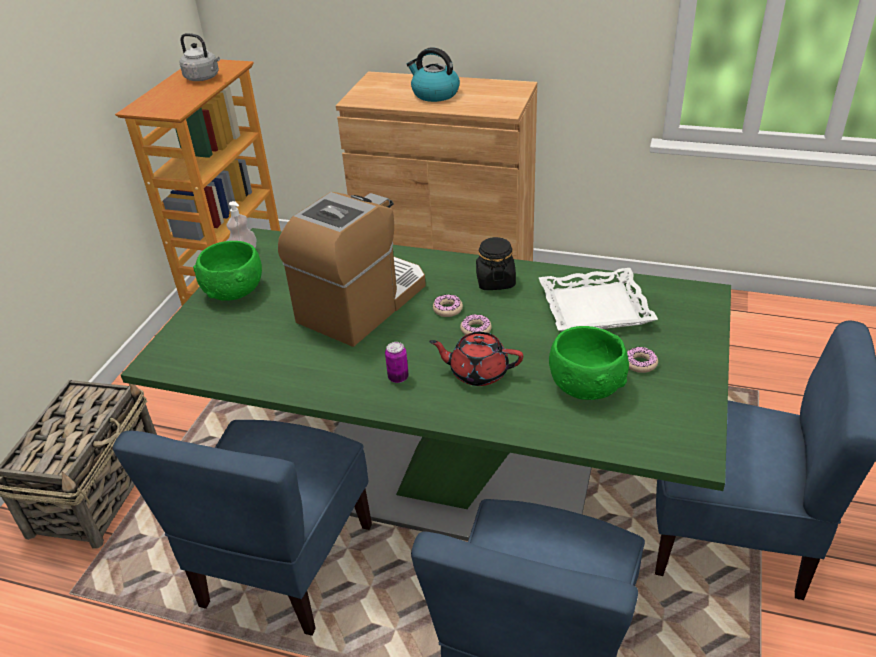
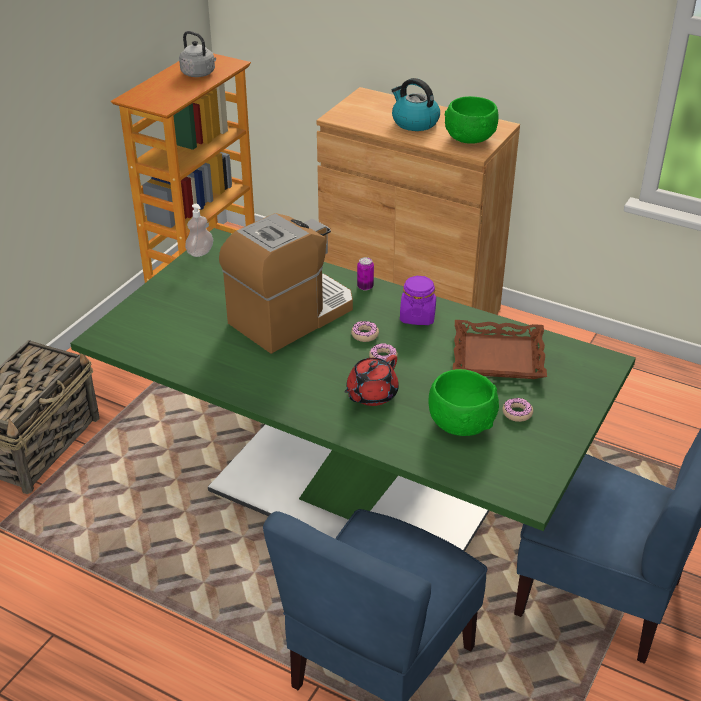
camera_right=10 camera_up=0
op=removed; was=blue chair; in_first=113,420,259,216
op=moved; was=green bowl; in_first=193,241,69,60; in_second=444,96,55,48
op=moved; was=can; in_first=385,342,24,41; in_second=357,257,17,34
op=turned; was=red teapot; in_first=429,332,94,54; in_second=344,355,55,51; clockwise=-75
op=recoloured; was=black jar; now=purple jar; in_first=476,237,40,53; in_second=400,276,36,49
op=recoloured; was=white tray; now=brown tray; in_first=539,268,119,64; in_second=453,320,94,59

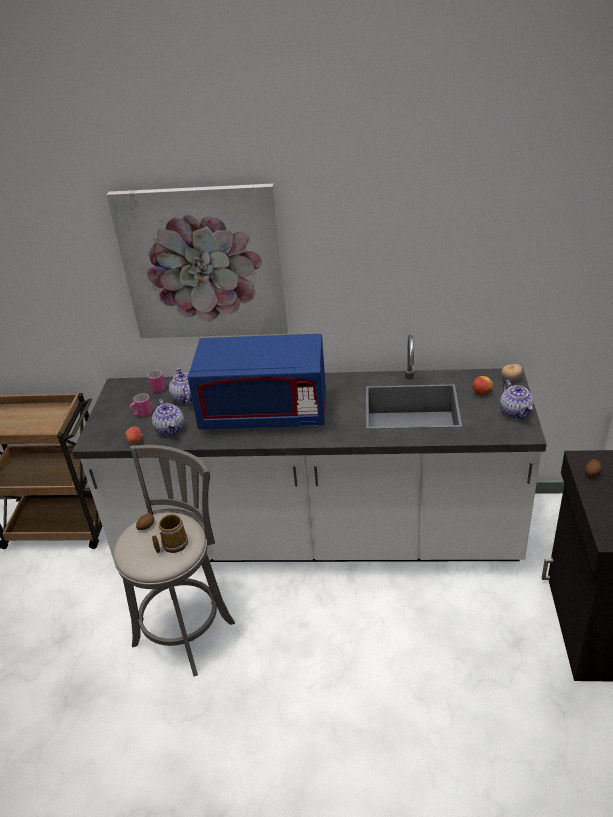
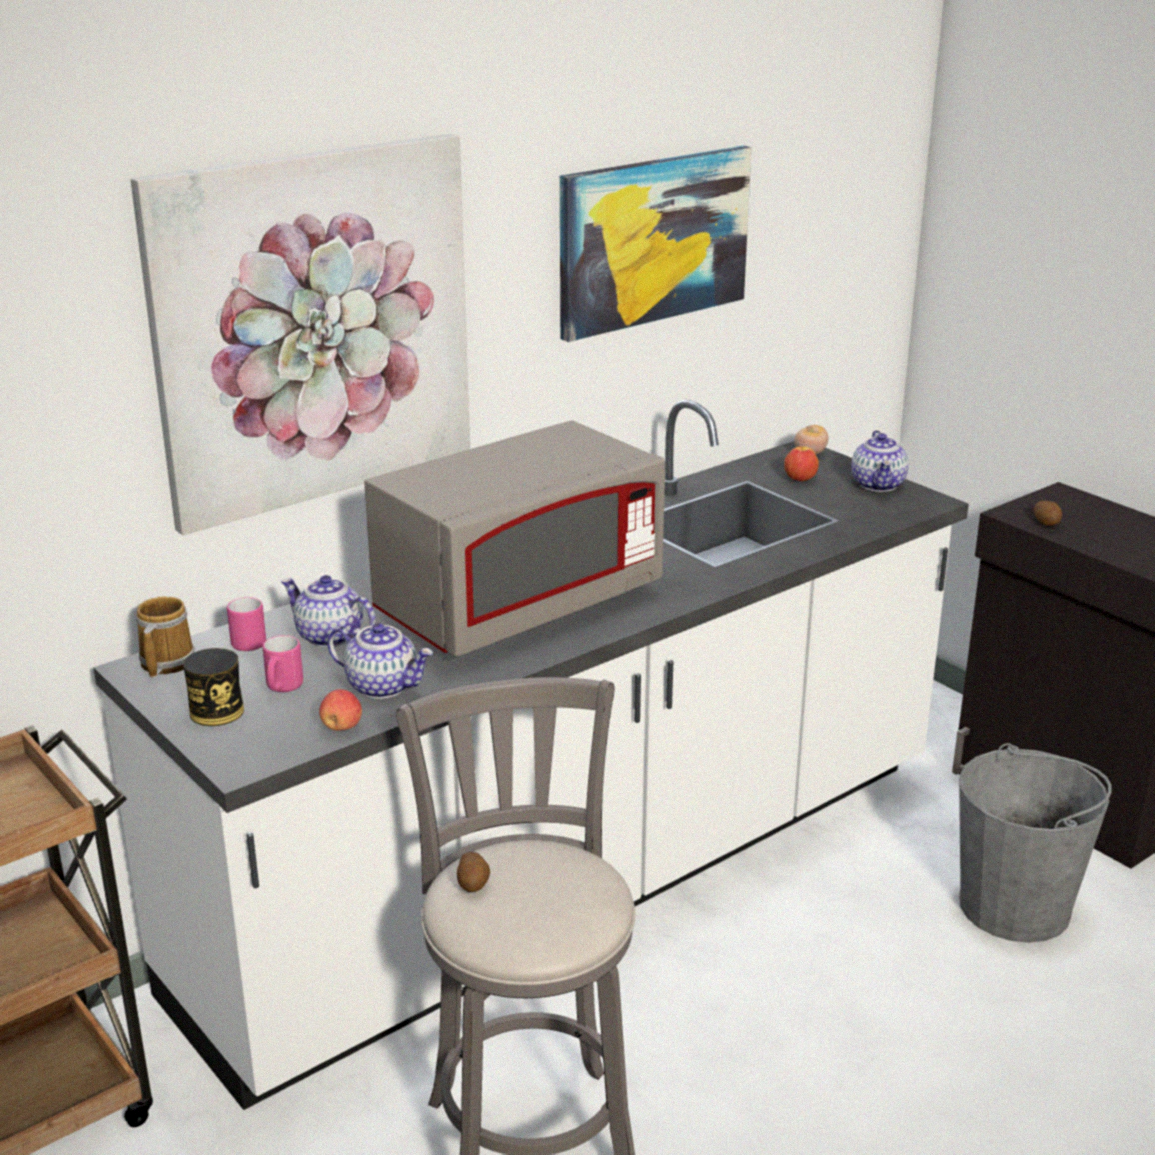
camera_right=-45 camera_up=-10
op=moved; was=mug; in_first=152,514,36,39; in_second=136,596,59,81
op=recoloured; was=blue microwave; now=grey microwave; in_first=188,334,138,96; in_second=364,420,301,237
op=turned; was=teapot; in_first=500,380,34,39; in_second=852,430,56,62; clockwise=60
op=added; now=can; in_second=183,648,61,78
op=added; now=picture; in_second=560,145,191,197
op=added; now=grey bucket; in_second=959,743,153,200

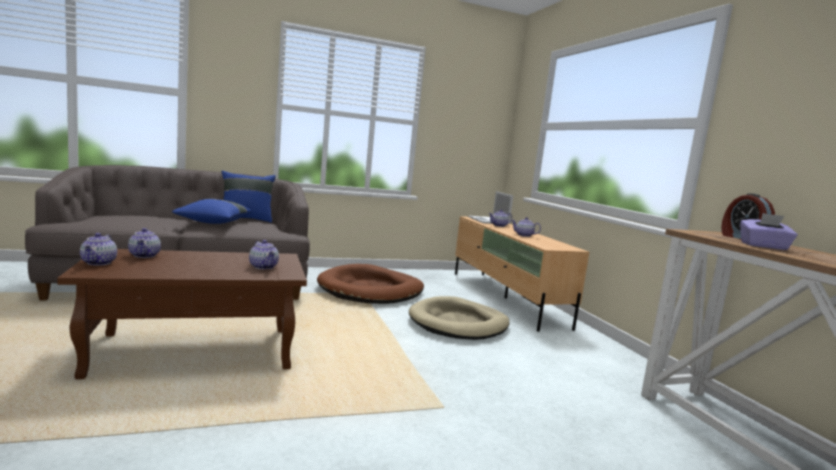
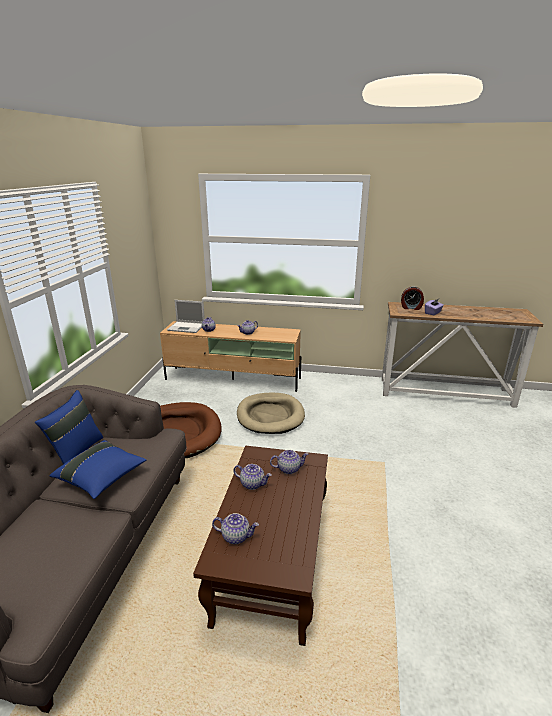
camera_right=-60 camera_up=15
op=moved; was=teapot; in_first=80,233,37,32; in_second=233,464,38,26

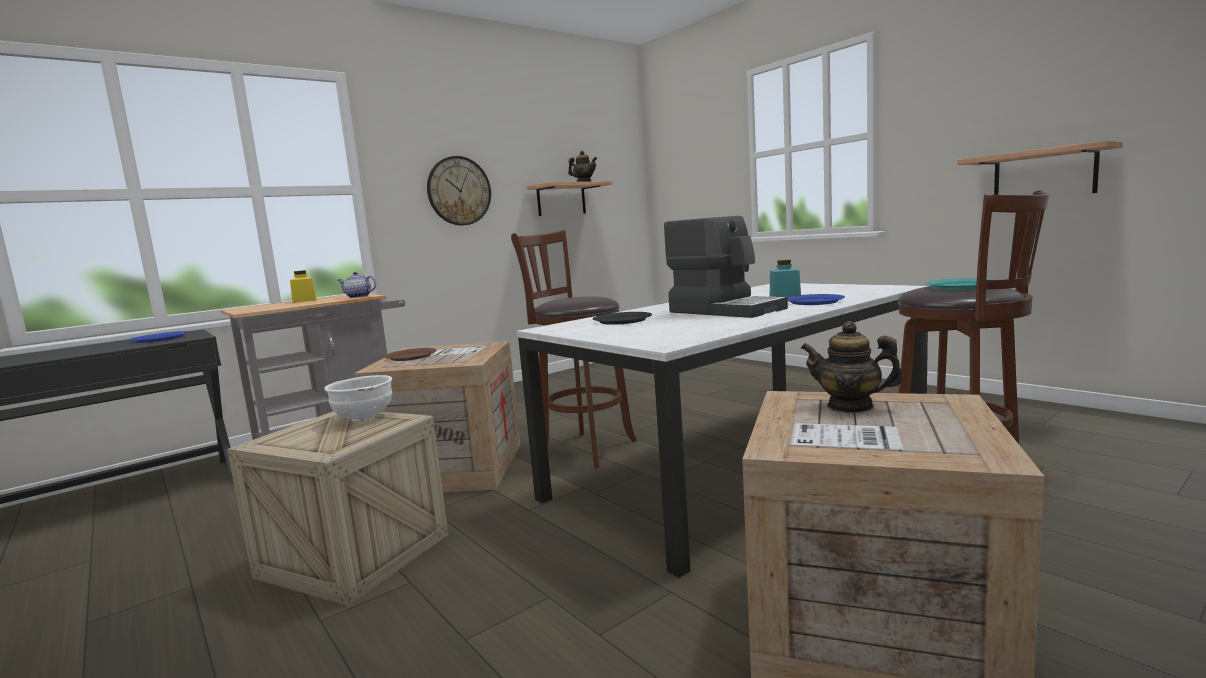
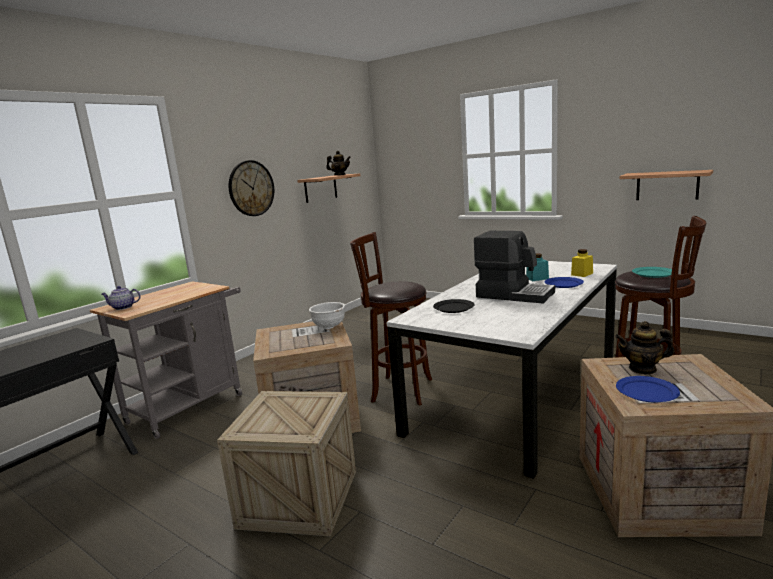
camera_right=-15 camera_up=5
op=moved; was=blue plate; in_first=129,331,60,12; in_second=616,376,64,26
op=moved; was=yellow jar; in_first=290,270,27,33; in_second=571,249,22,28
op=moved; was=white bowl; in_first=324,375,68,47; in_second=309,302,36,27
op=moved; was=teapot; in_first=338,272,38,26; in_second=102,286,39,24
op=removed; was=brown plate; in_first=384,348,53,13

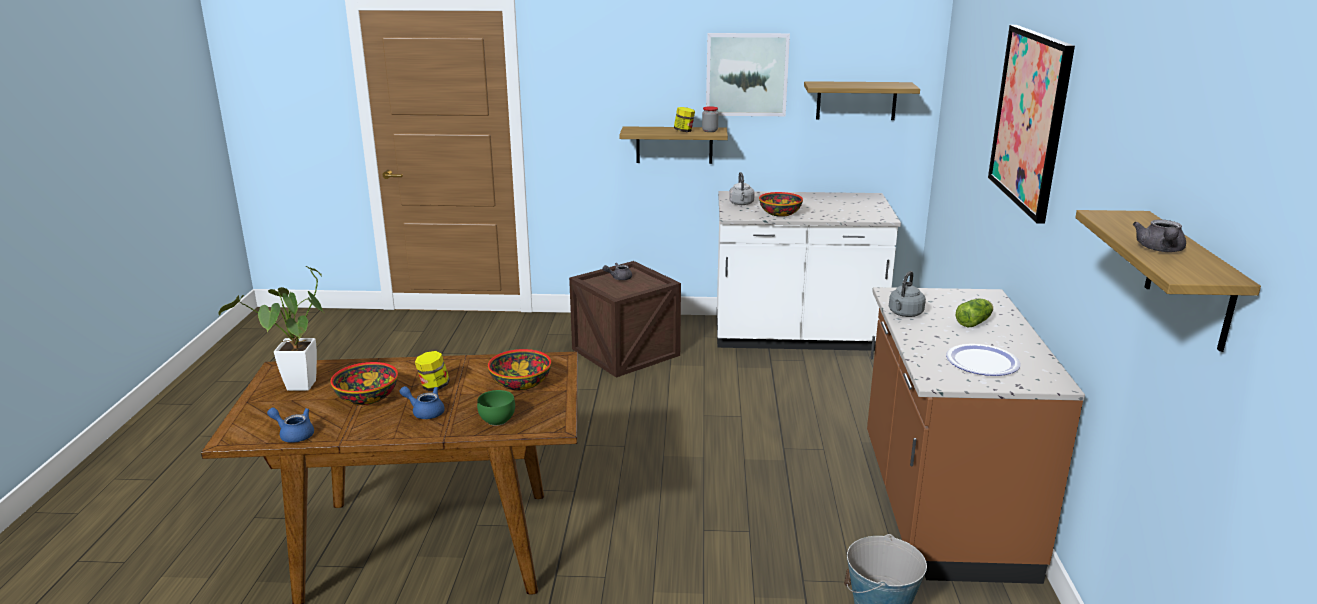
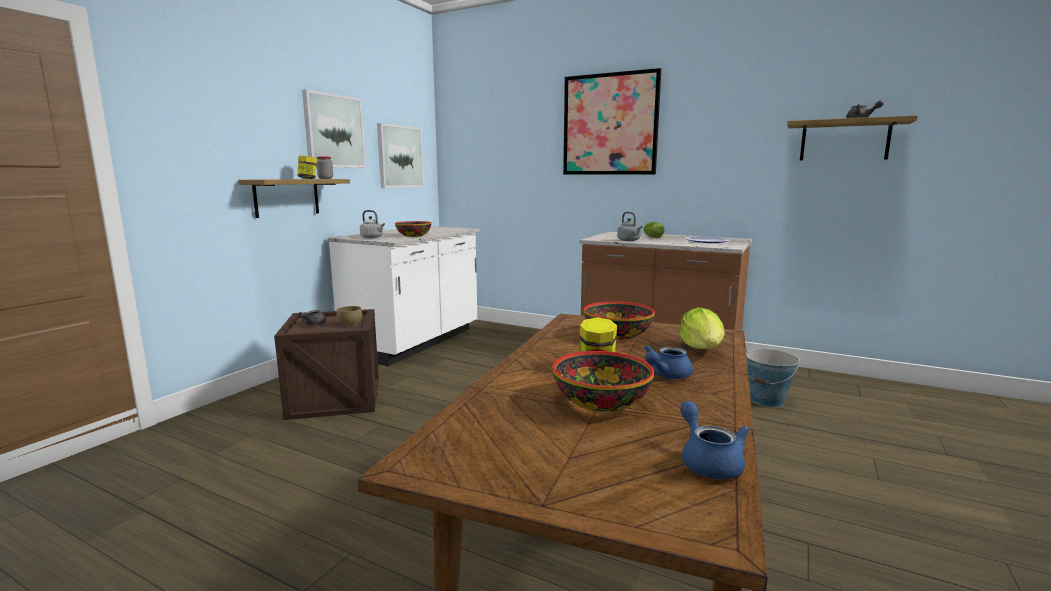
camera_right=-65 camera_up=-10
op=removed; was=potted plant; in_first=218,266,105,125
op=turned; was=blue teapot; in_first=267,408,47,35; in_second=680,401,70,78; clockwise=120
op=replaced; was=green bowl; now=lettuce; in_first=477,390,38,36; in_second=679,307,46,42
op=replaced; was=shelf; now=picture; in_first=804,81,116,39; in_second=377,123,47,65
op=added; now=brown bowl; in_second=336,306,26,20

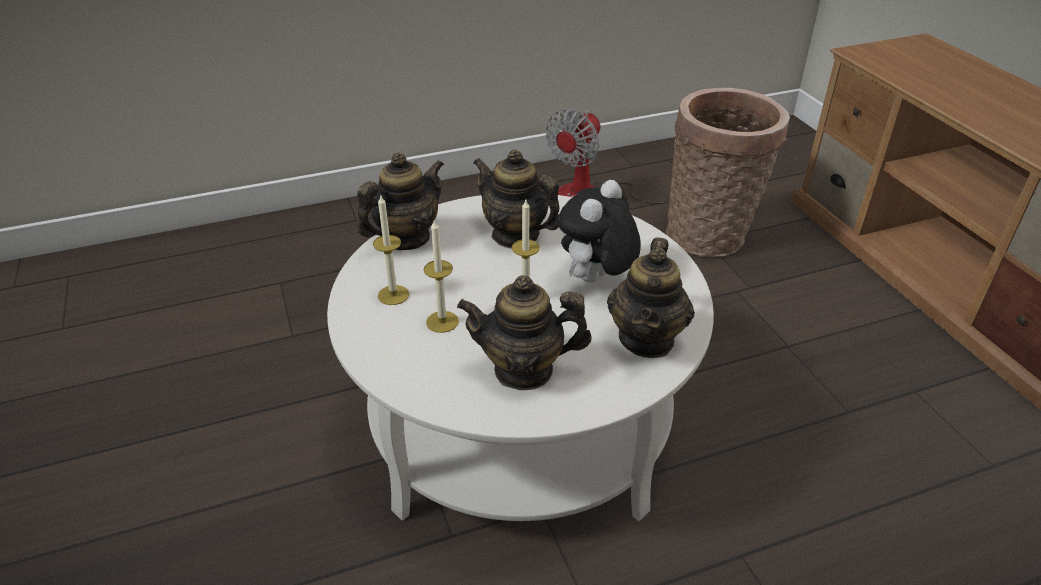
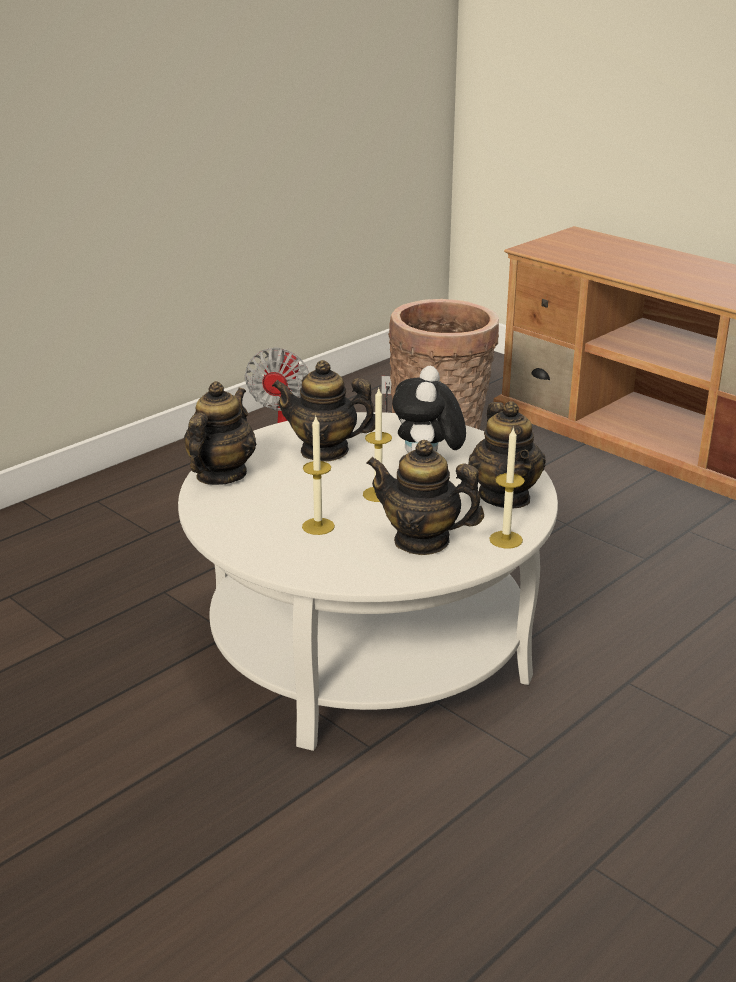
camera_right=-25 camera_up=-10
op=moved; was=candle; in_first=373,196,36,109; in_second=489,427,36,122
op=turned; was=teapot; in_first=457,275,135,115; in_second=366,440,118,115; clockwise=45

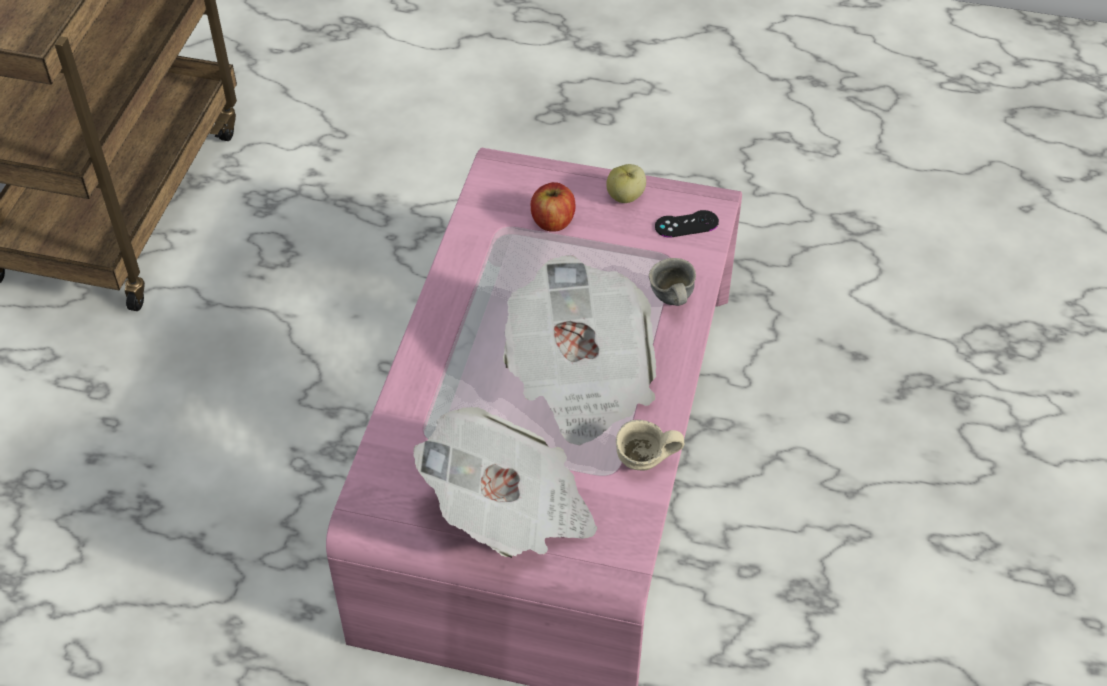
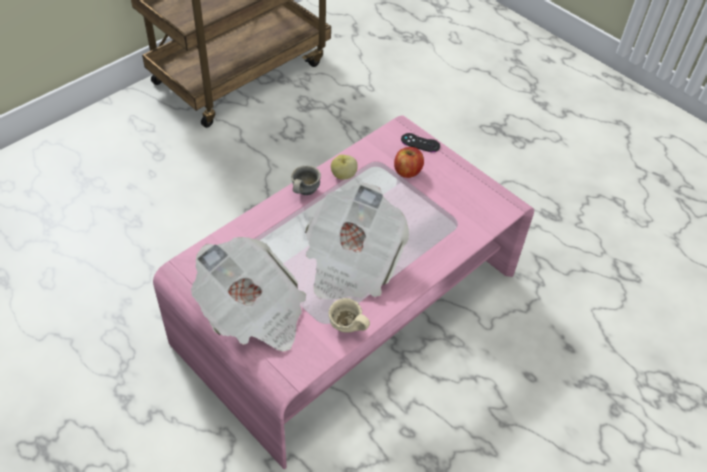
camera_right=30 camera_up=0
op=moved; was=apple; in_first=606,164,40,39; in_second=331,155,27,25
op=moved; was=grey mug; in_first=649,258,47,48; in_second=291,165,30,30
op=moved; was=black game controller; in_first=655,210,64,28; in_second=401,133,39,19

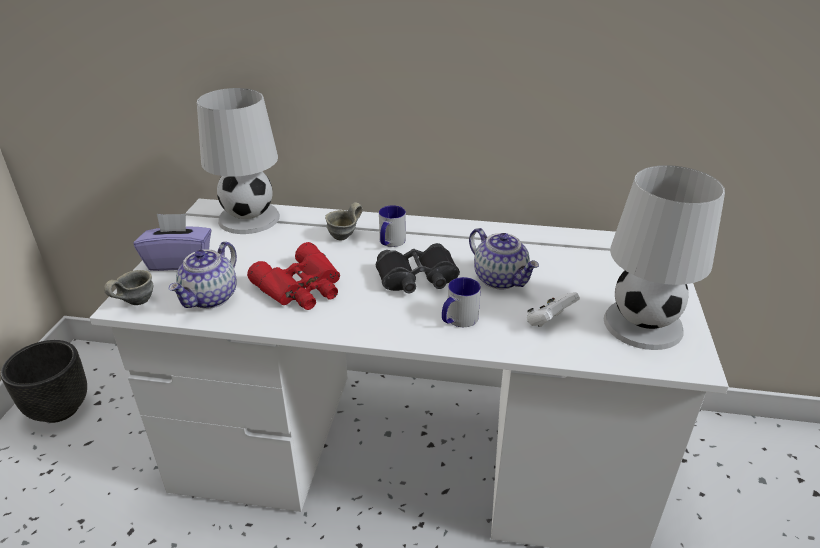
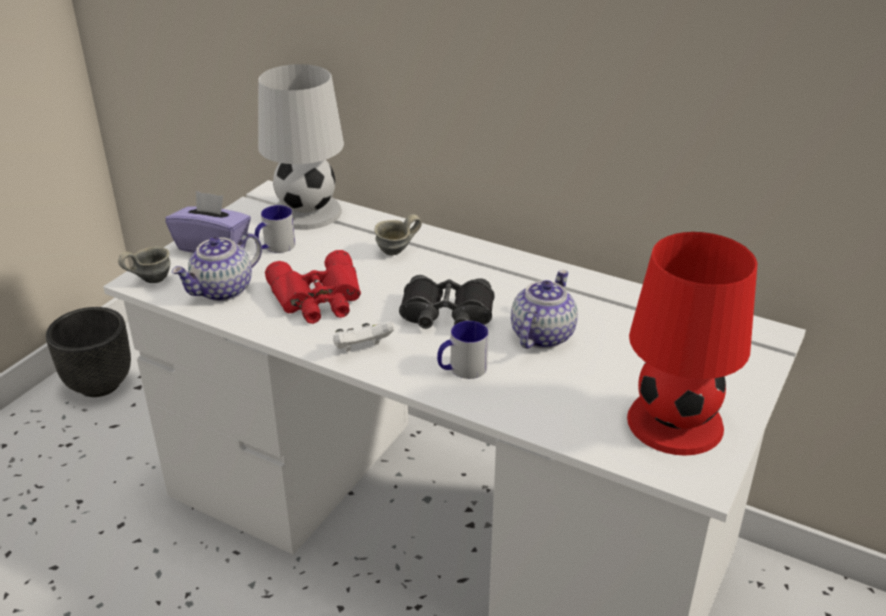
camera_right=20 camera_up=0
op=moved; was=mug; in_first=379,205,27,42; in_second=255,205,40,48
op=turned; was=teapot; in_first=469,228,70,61; in_second=511,270,67,79; clockwise=-135
op=moved; was=white game controller; in_first=527,292,53,35; in_second=333,321,61,31
op=recoloured; was=white table lamp; now=red table lamp; in_first=604,165,121,185; in_second=627,232,130,224

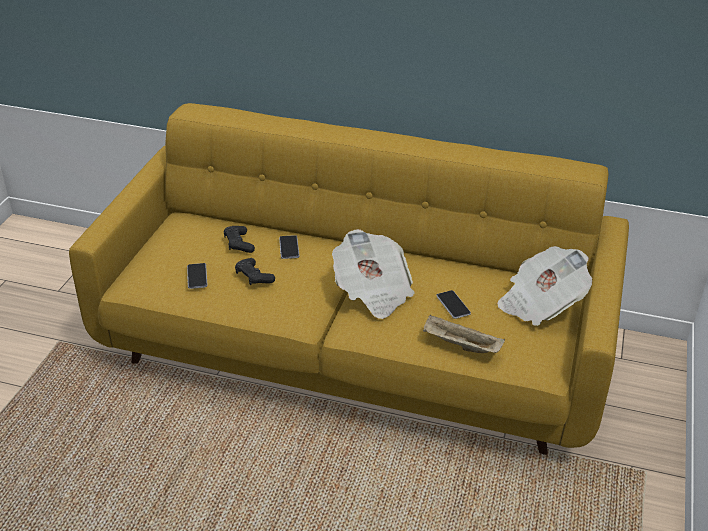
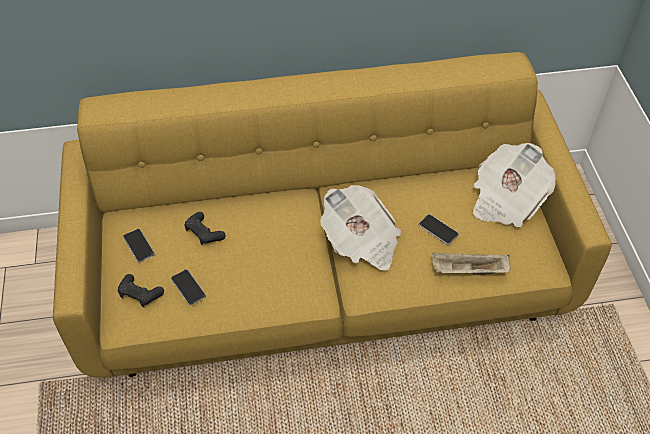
camera_right=-25 camera_up=15
op=moved; was=black game controller; in_first=235,258,40,27; in_second=118,274,46,33
op=moved; was=phone; in_first=279,235,20,24; in_second=123,229,32,33

